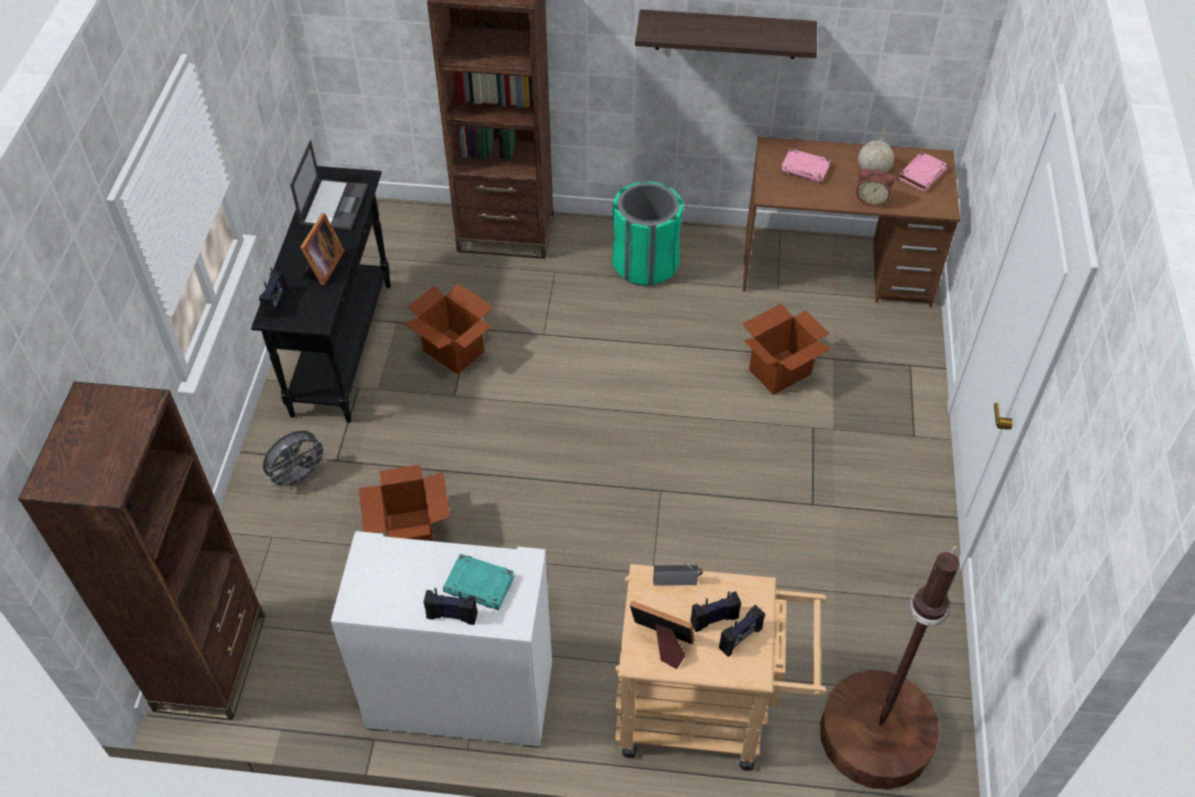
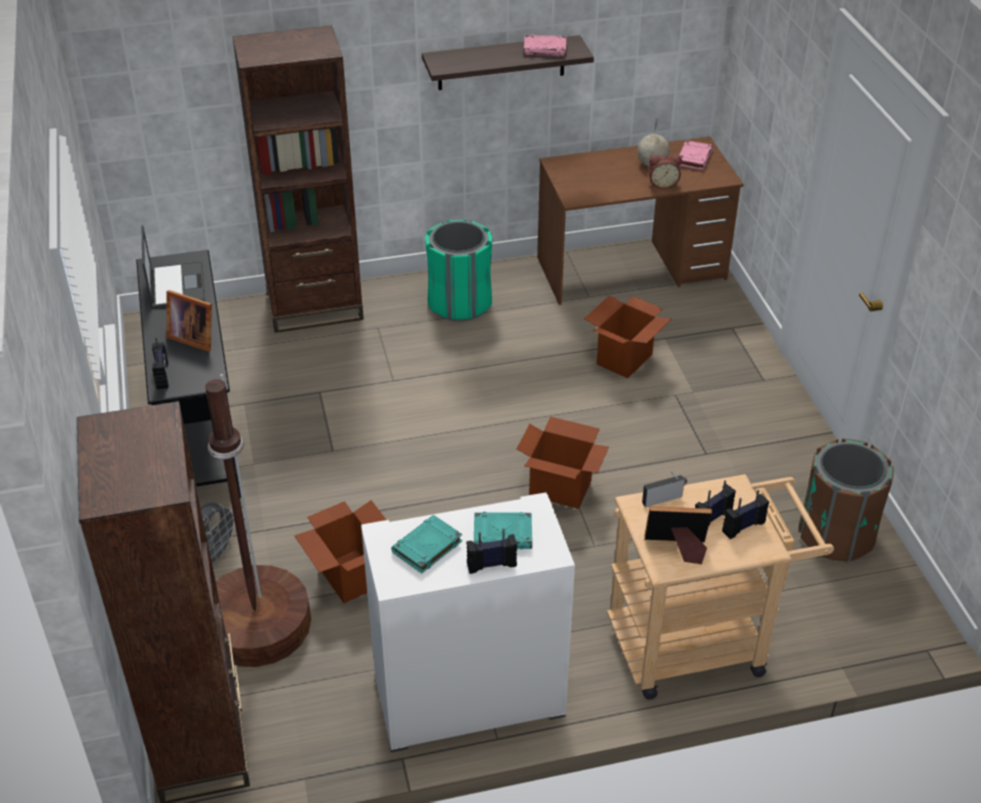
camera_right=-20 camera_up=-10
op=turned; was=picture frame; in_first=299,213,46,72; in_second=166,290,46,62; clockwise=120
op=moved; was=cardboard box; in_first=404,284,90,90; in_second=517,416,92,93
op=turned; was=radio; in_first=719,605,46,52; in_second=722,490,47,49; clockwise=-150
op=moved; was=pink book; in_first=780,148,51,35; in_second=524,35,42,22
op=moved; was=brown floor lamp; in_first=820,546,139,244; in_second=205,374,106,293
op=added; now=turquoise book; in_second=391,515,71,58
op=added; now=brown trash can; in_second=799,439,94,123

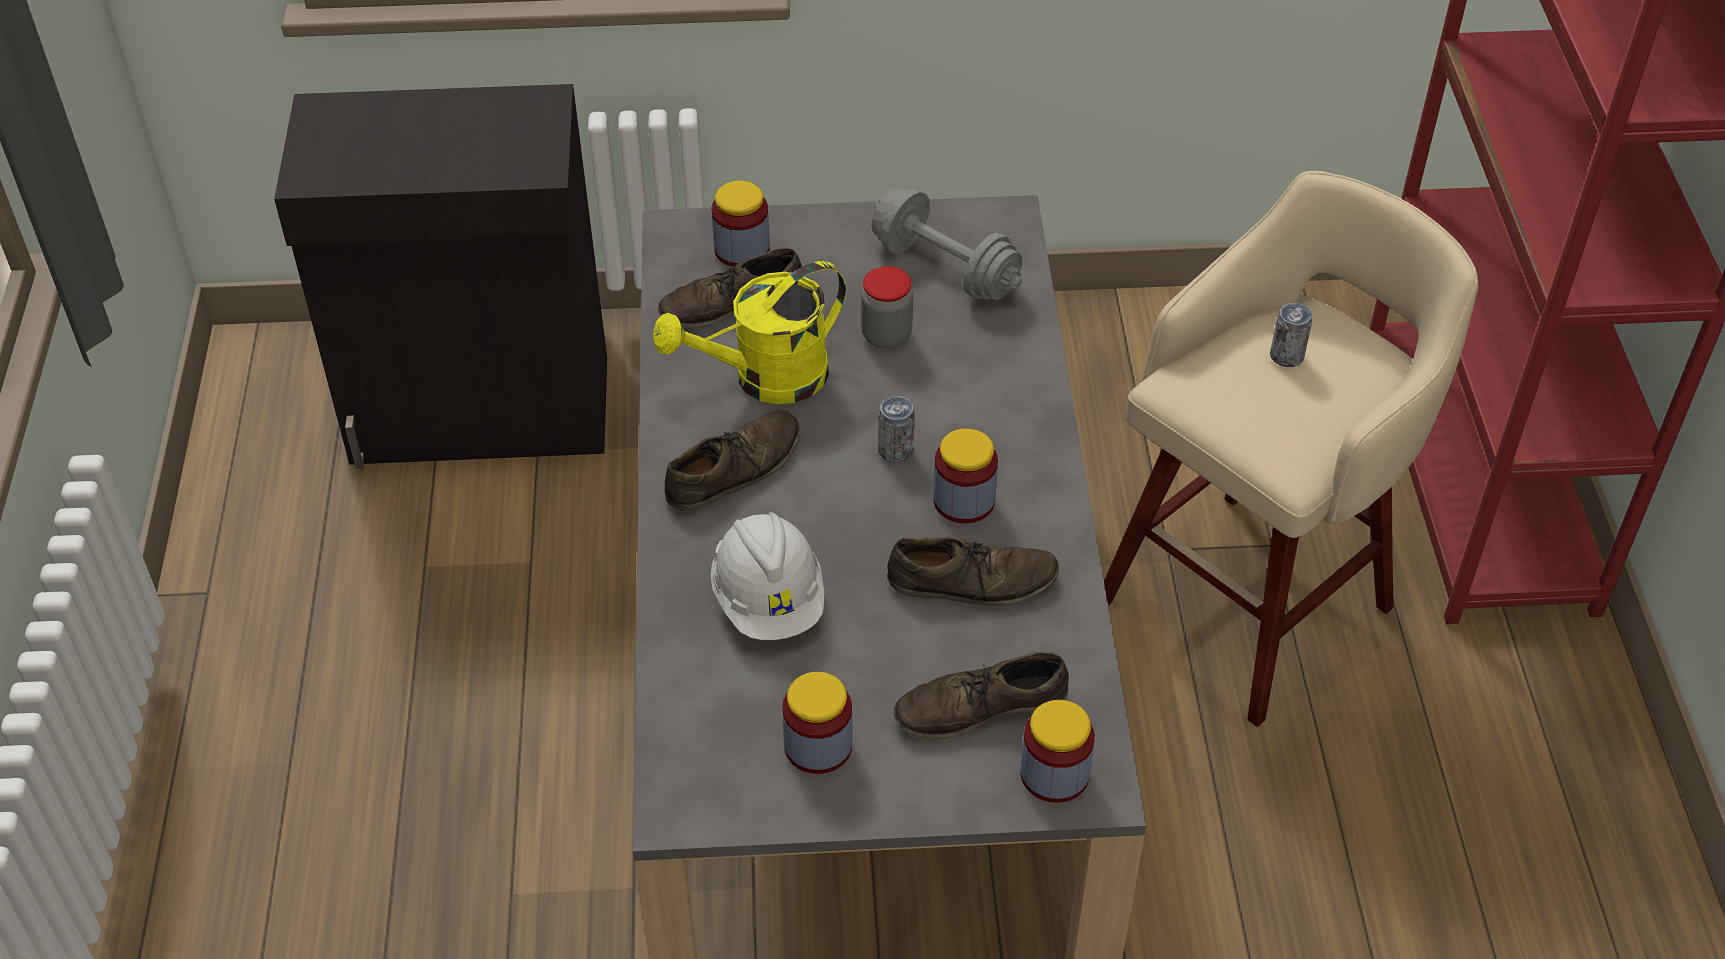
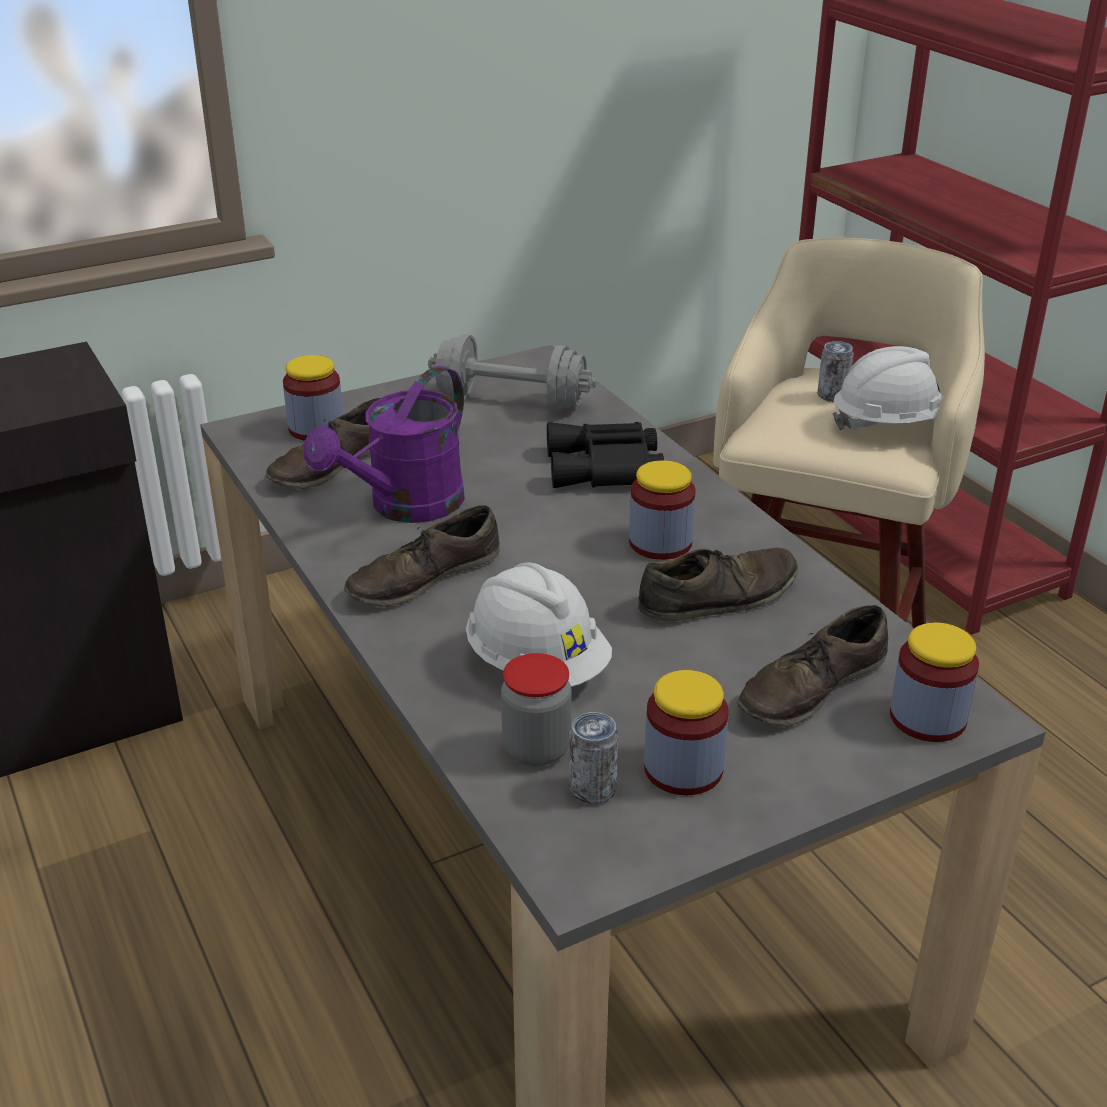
camera_right=-25 camera_up=-15
op=recoloured; was=yellow watering can; now=purple watering can; in_first=653,261,193,143; in_second=304,366,161,157
op=turned; was=brown shoe; in_first=664,410,136,101; in_second=344,505,156,102; clockwise=-150
op=moved; was=jar; in_first=861,266,52,83; in_second=501,653,71,113
op=moved; was=can; in_first=878,396,37,66; in_second=569,712,49,92
op=added; now=black binoculars; in_second=547,422,117,66
op=added; now=white hard hat; in_second=832,346,112,84

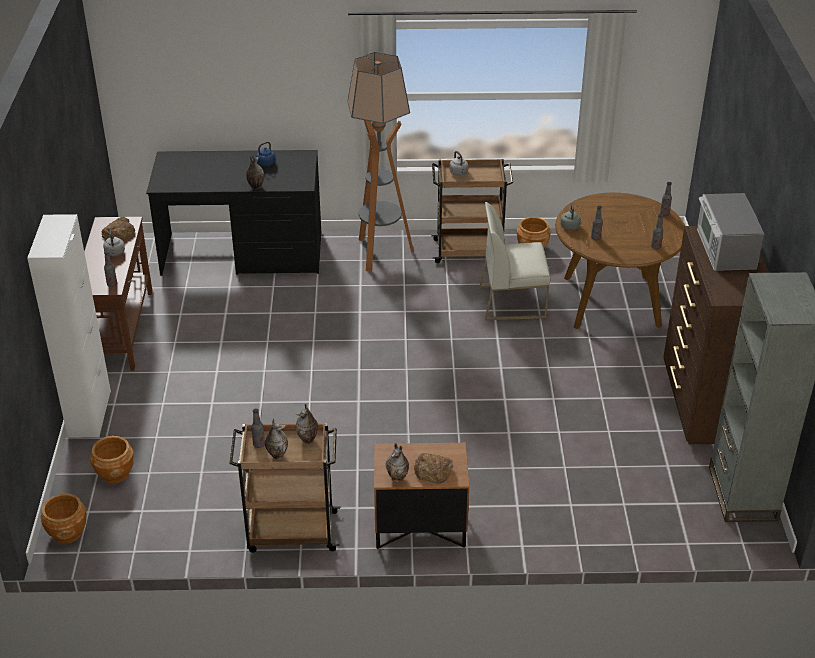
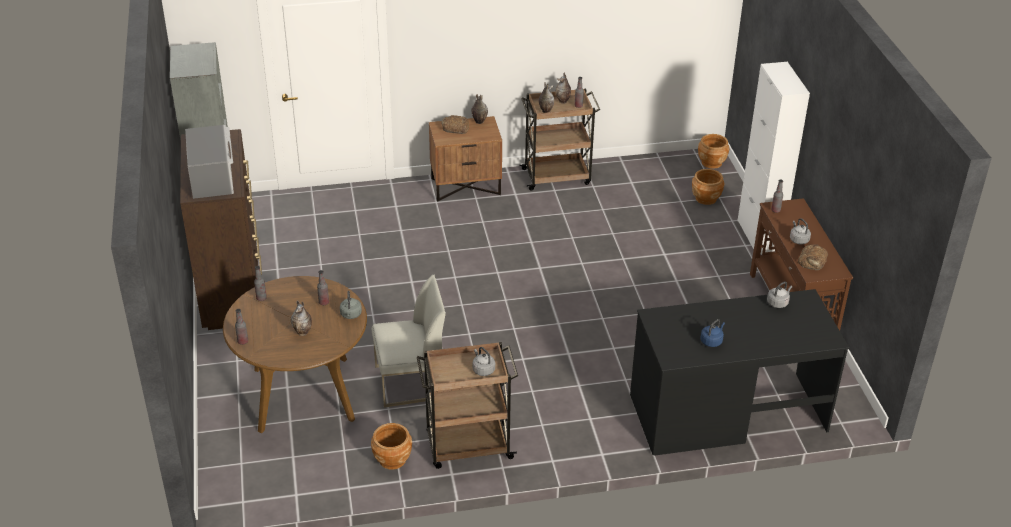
camera_right=170 camera_up=0
op=moved; was=vase; in_first=246,156,18,33; in_second=291,300,21,36
op=removed; was=floor lamp; in_first=347,52,67,220
op=added; now=grey kettle; in_second=767,281,25,27

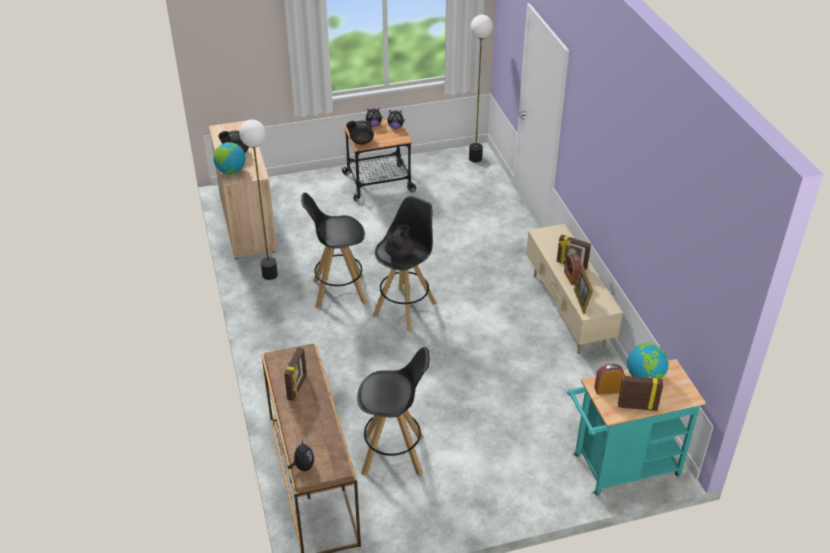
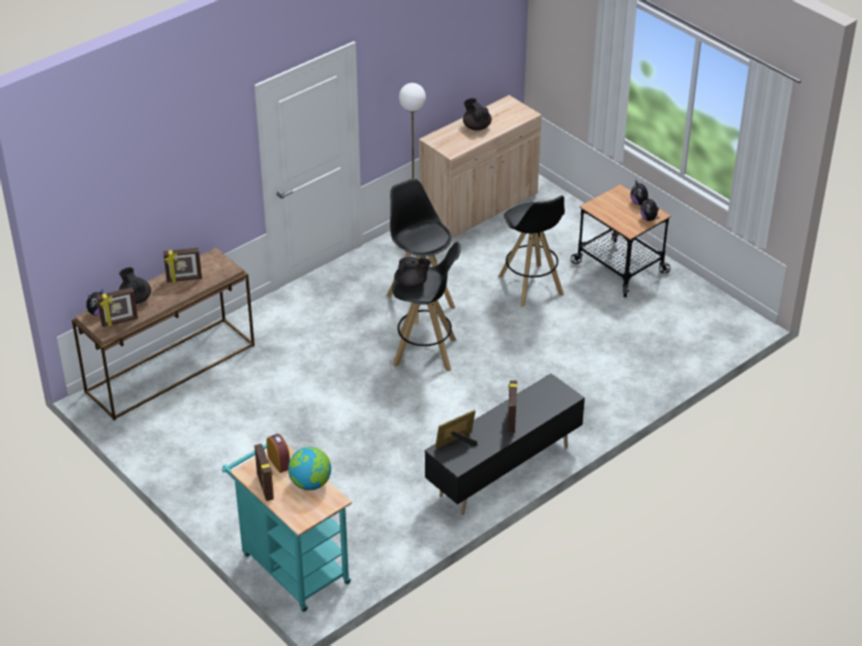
camera_right=65 camera_up=0
op=removed; was=globe; in_first=213,142,33,32
op=moved; was=black teapot; in_first=346,120,28,25; in_second=119,267,32,37
op=moved; was=black stool; in_first=357,347,73,129; in_second=498,196,67,111
op=removed; was=floor lamp; in_first=469,15,24,148
op=recoloured; was=beige tv stand; now=black tv stand; in_first=526,224,97,130; in_second=424,373,161,142
op=removed; was=alarm clock; in_first=564,254,18,31
op=added; now=picture frame; in_second=97,287,41,40

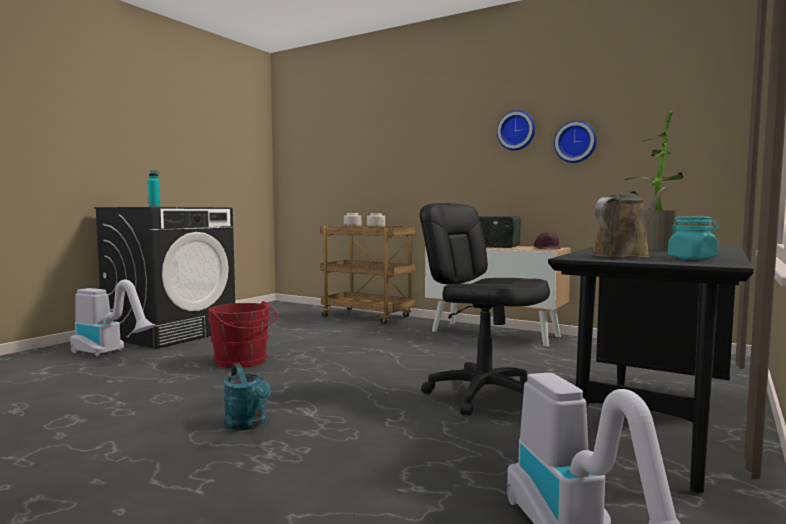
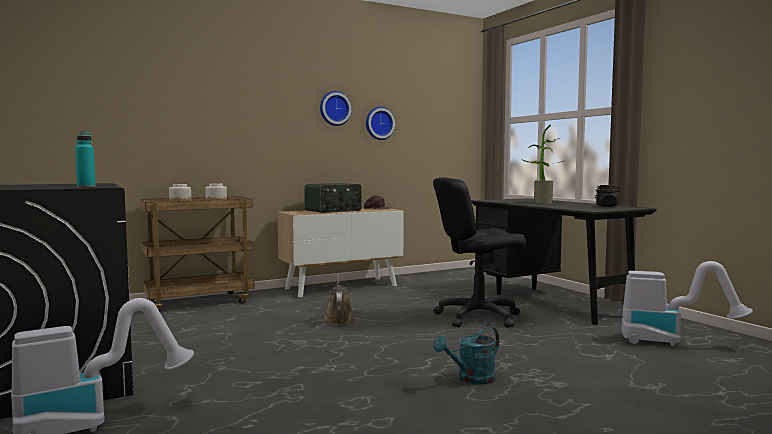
camera_right=-60 camera_up=0
op=removed; was=red bucket; in_first=208,301,69,67
op=turned; was=turquoise watering can; in_first=224,363,47,67; in_second=433,326,66,59; clockwise=150
op=moved; was=brown watering can; in_first=591,187,75,71; in_second=323,274,31,51
op=recoloured; was=turquoise jar; now=black jar; in_first=668,216,51,44; in_second=595,185,25,22

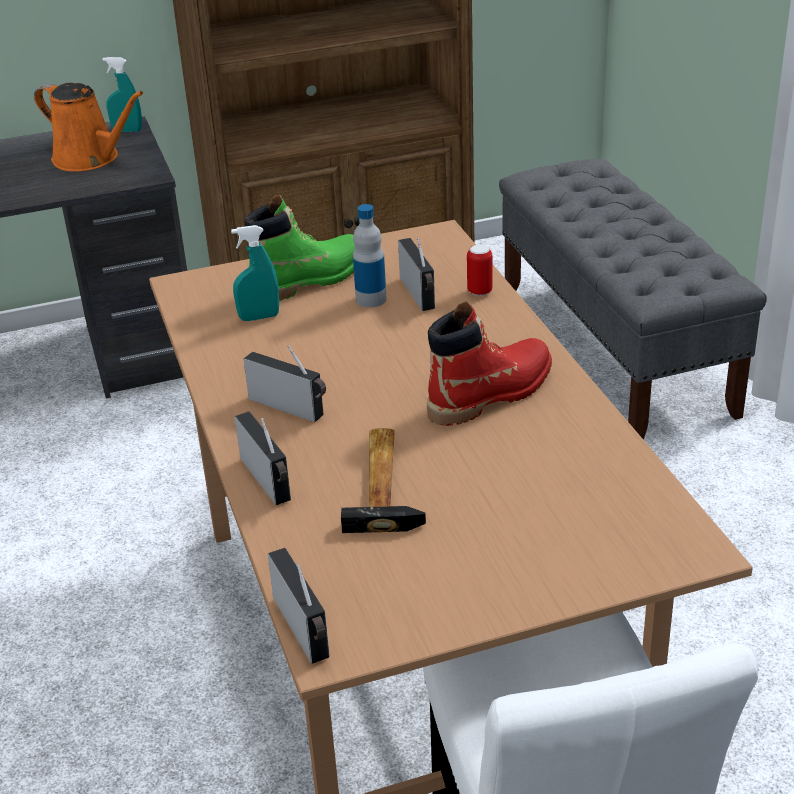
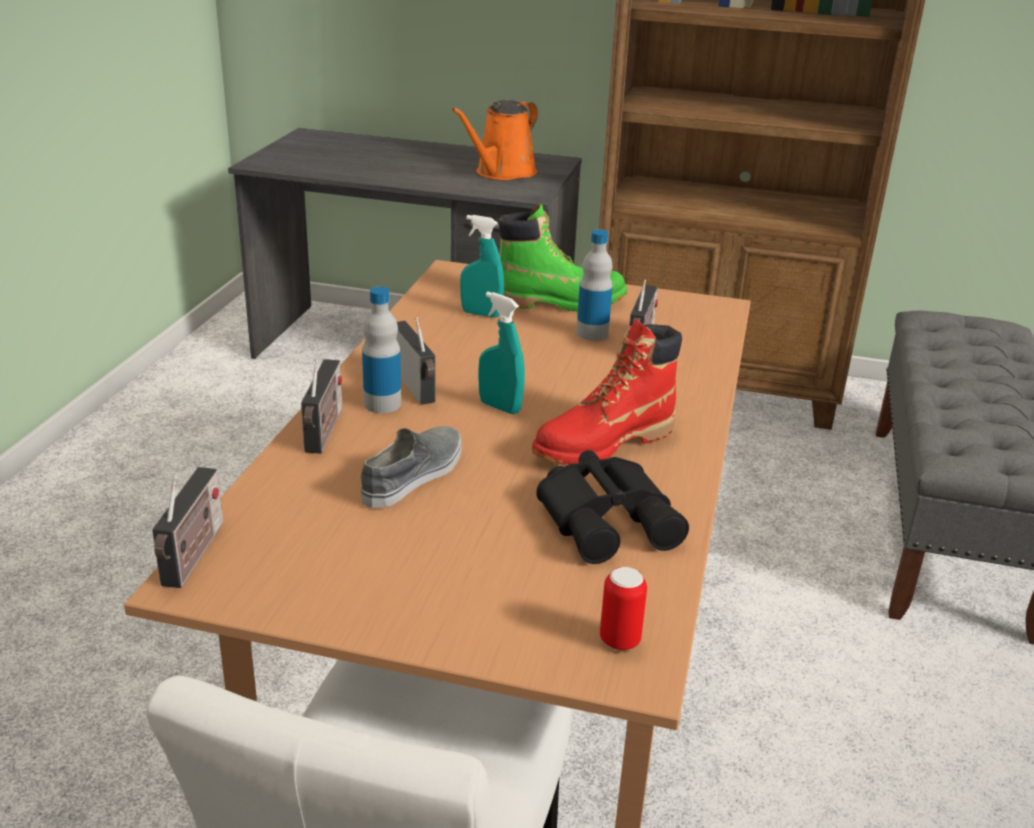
camera_right=30 camera_up=-5
op=turned; was=orange watering can; in_first=34,83,110,88; in_second=452,100,86,80; clockwise=60
op=moved; was=turquoise spray bottle; in_first=102,57,40,75; in_second=478,292,47,122
op=replaced; was=hammer; now=grey shoe; in_first=341,428,85,105; in_second=361,426,101,82
op=turned; was=red boot; in_first=427,301,125,125; in_second=532,320,150,145; clockwise=150
op=moved; was=can; in_first=467,245,25,51; in_second=600,567,47,83
op=added; now=bottle; in_second=362,287,39,126
op=added; now=black binoculars; in_second=536,450,153,114

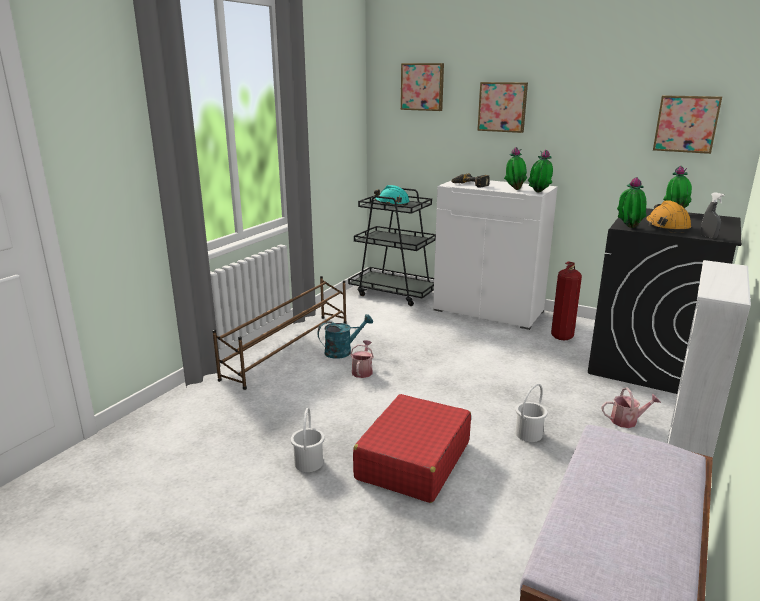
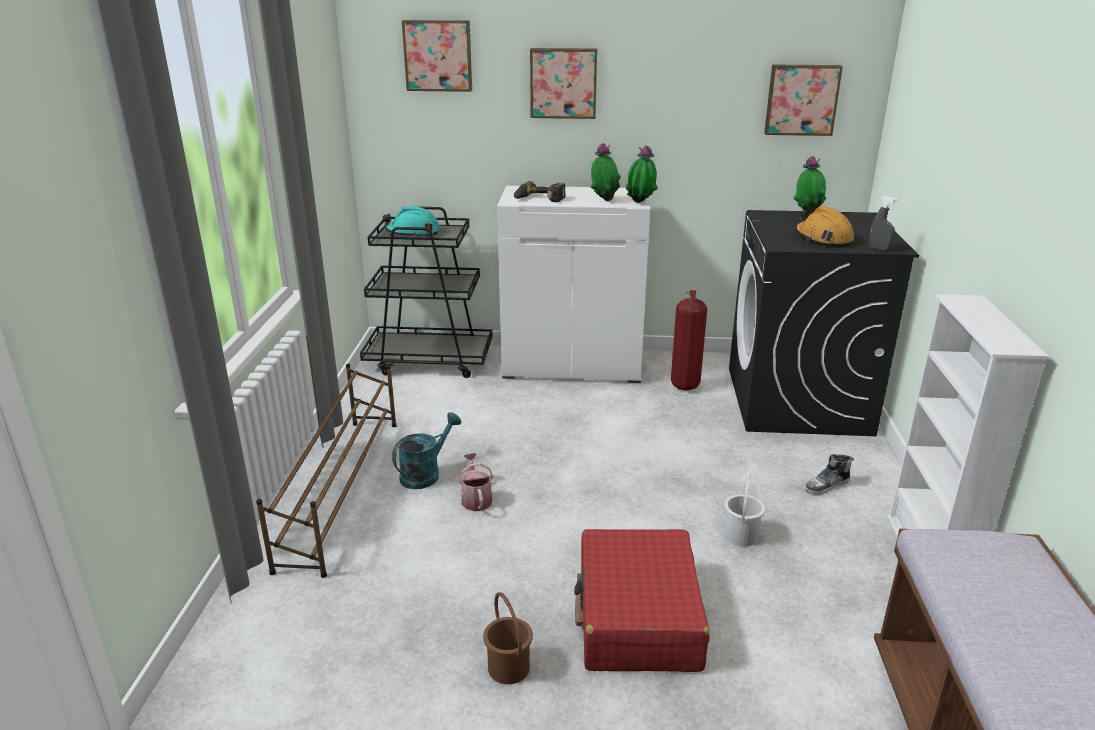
camera_right=-25 camera_up=5
op=recoloured; was=white bucket; now=brown bucket; in_first=291,408,34,64; in_second=483,592,50,92
op=replaced; was=watering can; now=shoe; in_first=602,388,59,40; in_second=805,454,49,41
op=removed; was=potted plant; in_first=617,177,30,51

